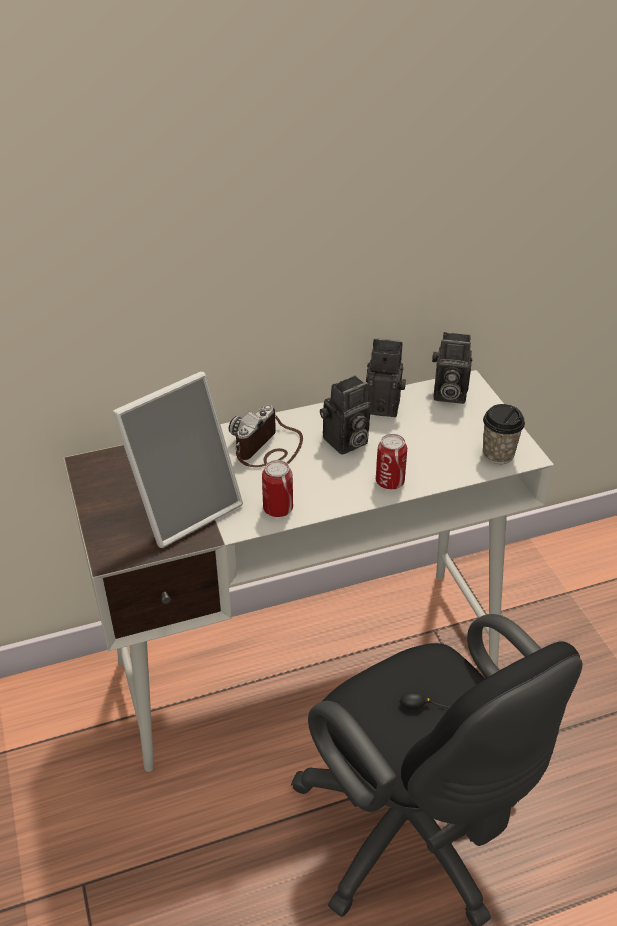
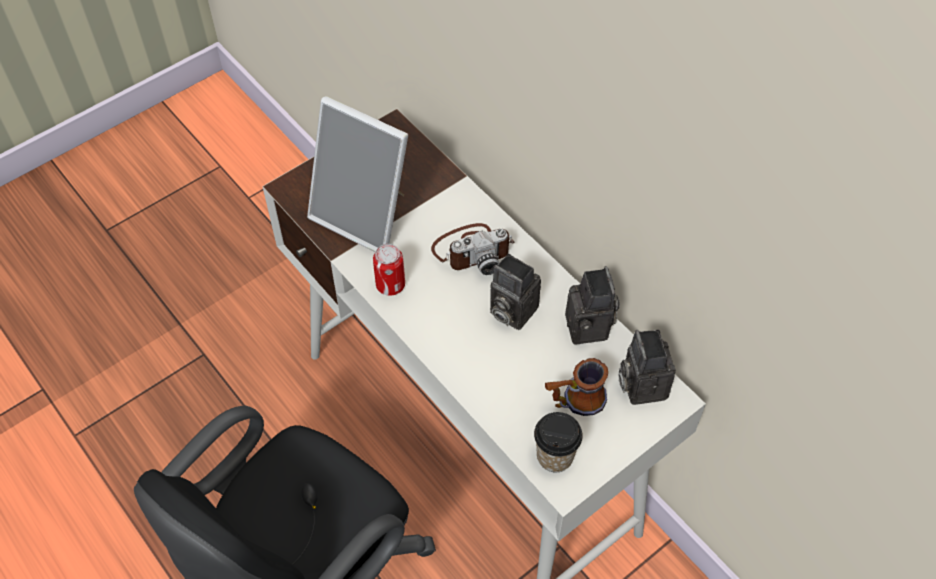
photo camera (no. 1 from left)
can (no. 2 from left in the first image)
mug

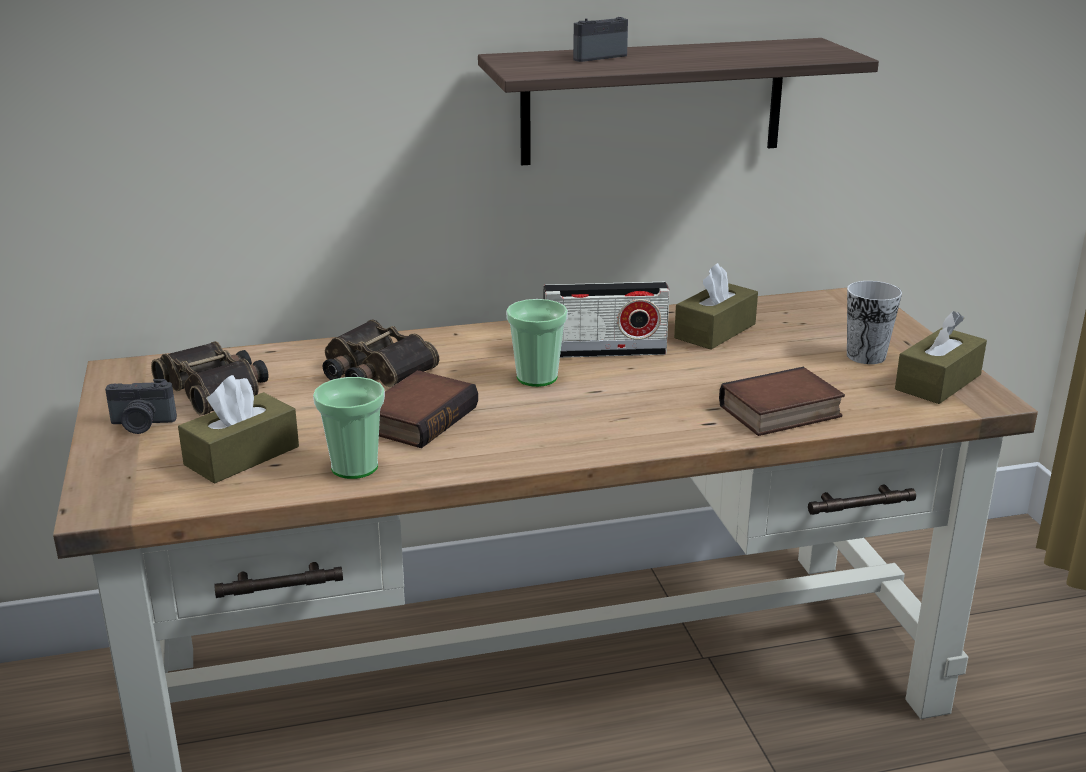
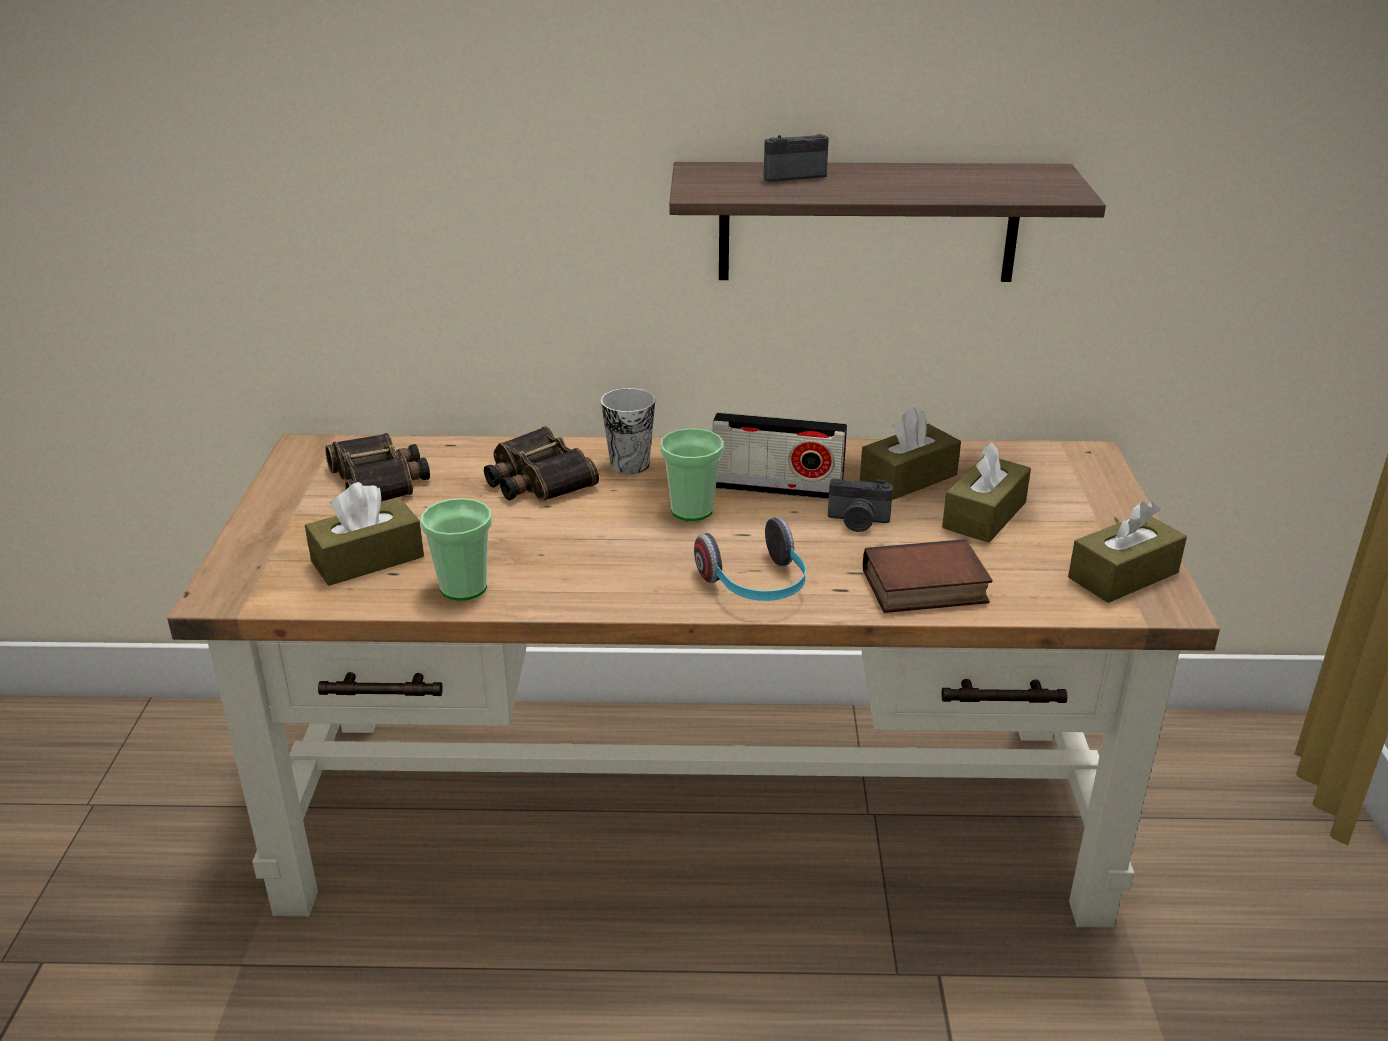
photo camera (no. 2 from left)
volume (no. 1 from left in the first image)
small cup (no. 2 from left)
pair of headphones
brown-coloured tissue box (no. 3 from left)

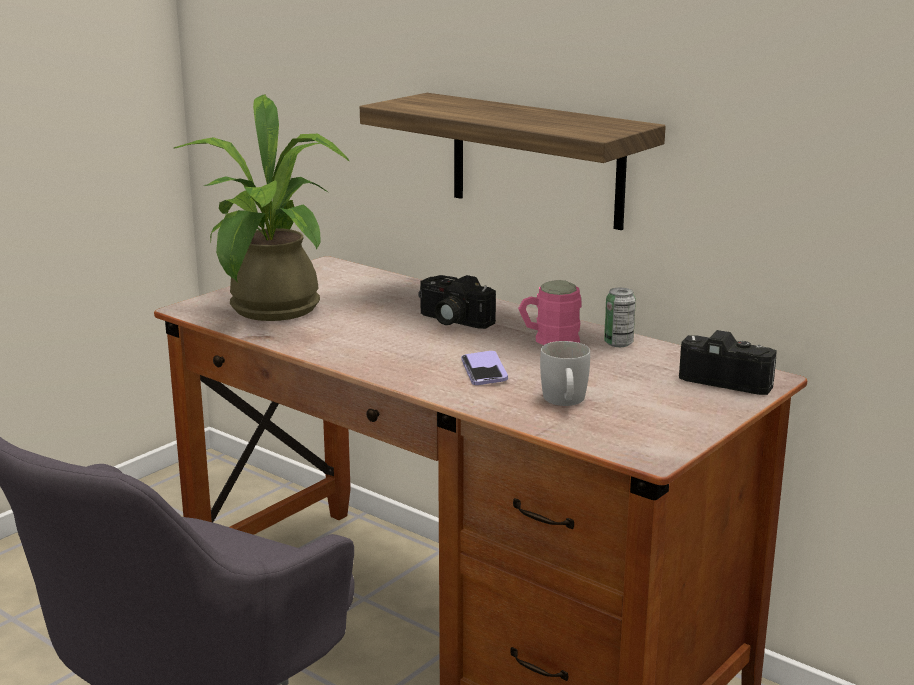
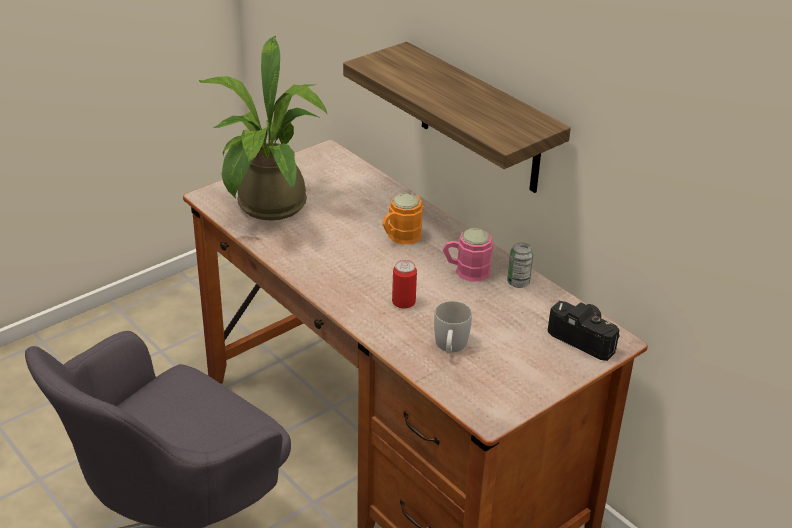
orangey mug
can (no. 1 from left)

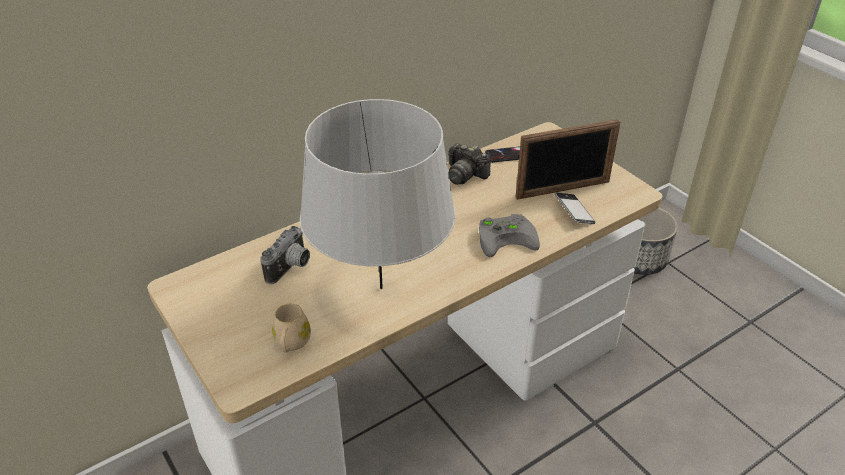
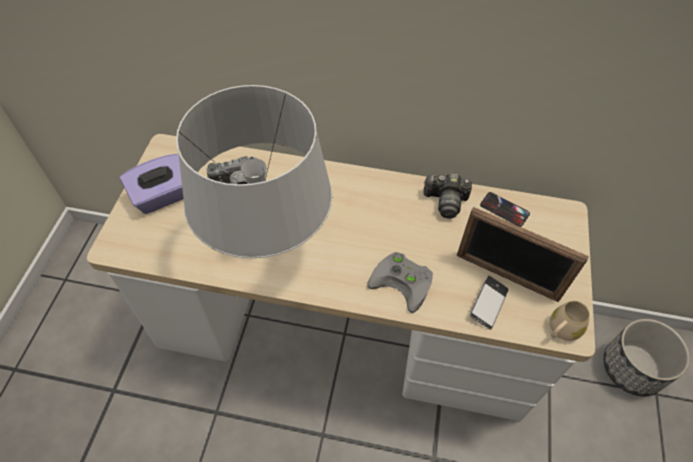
beige mug
photo camera (no. 2 from left)
purple-coloured tissue box

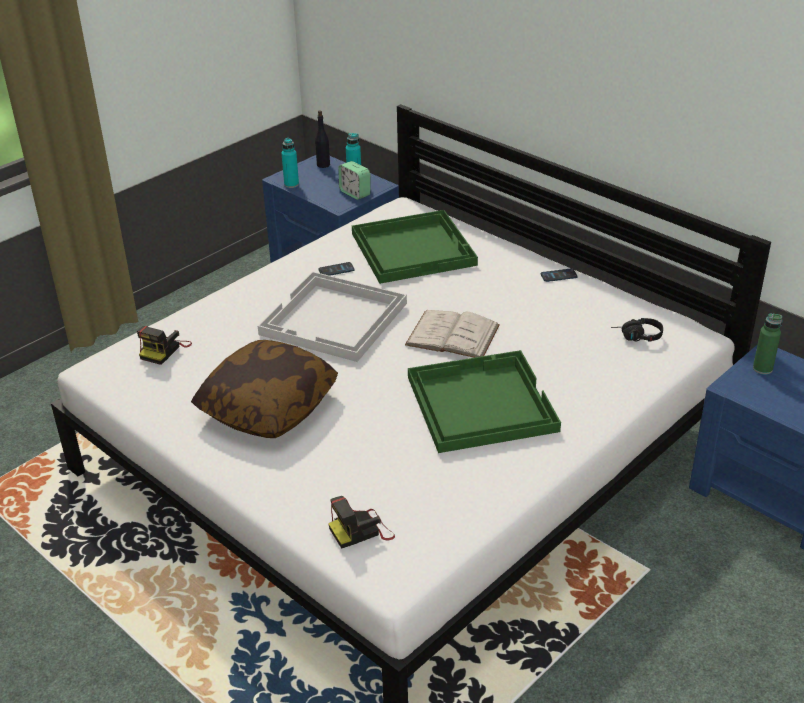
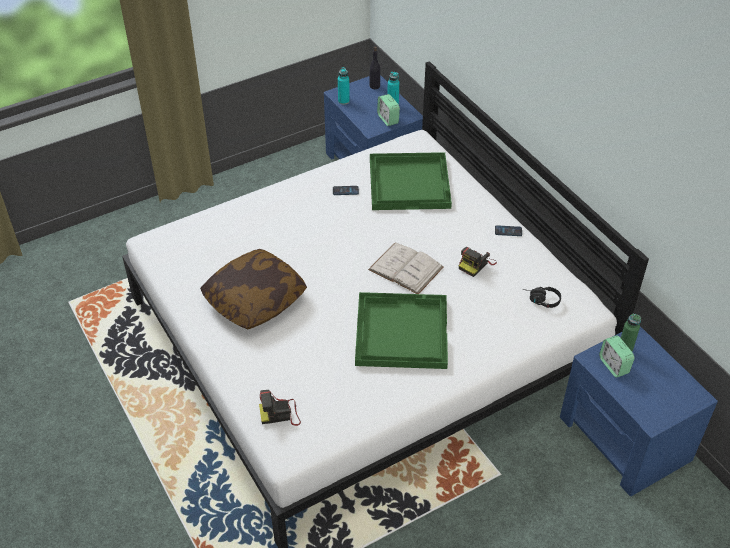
photo camera (no. 2 from left)
whitish carrying tray
table clock (no. 2 from left)

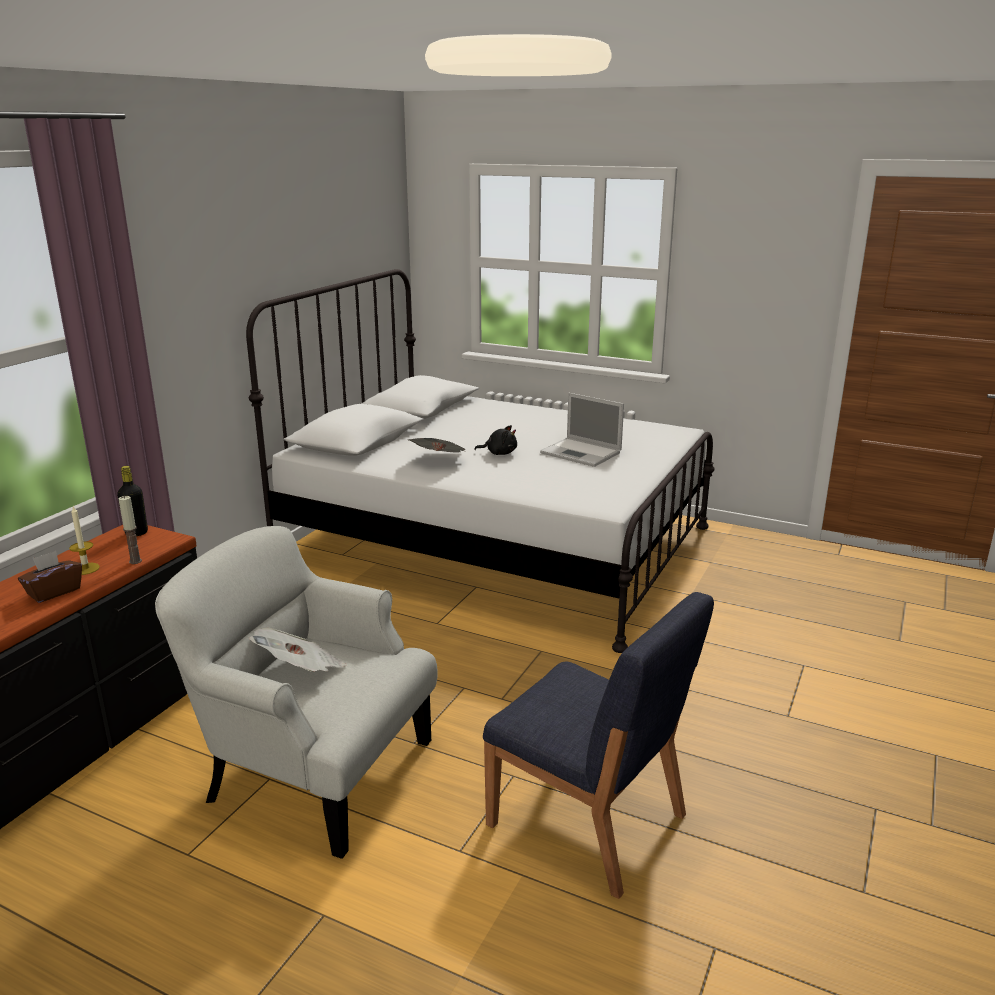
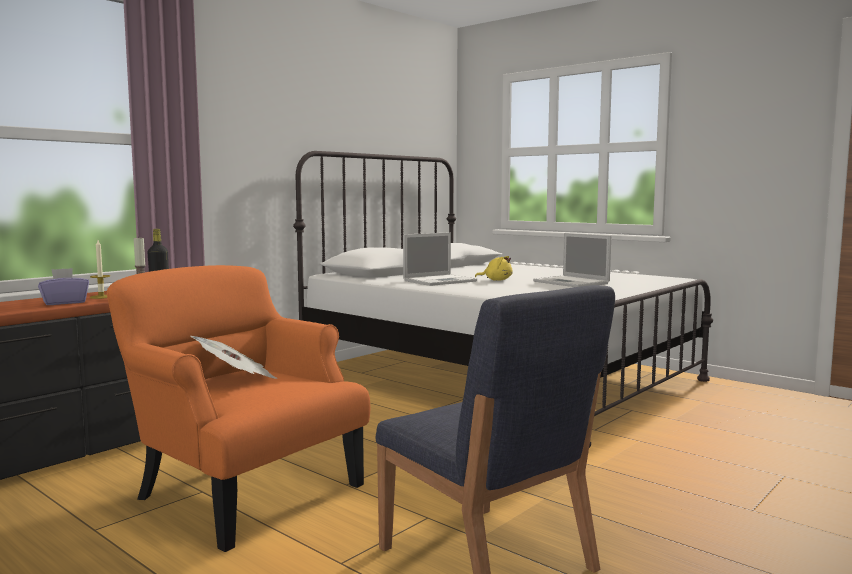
purple-coloured tissue box
orangey easy chair
notebook computer (no. 1 from left)
yellow-coloured soft toy

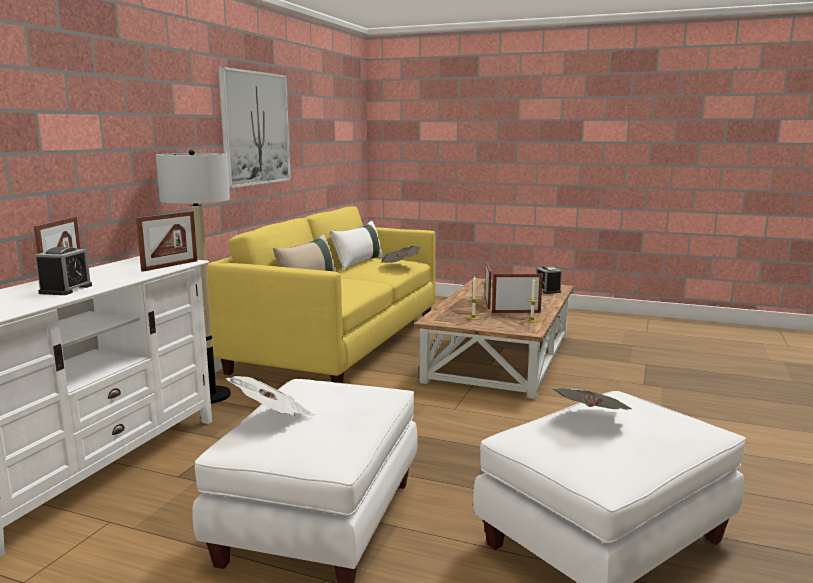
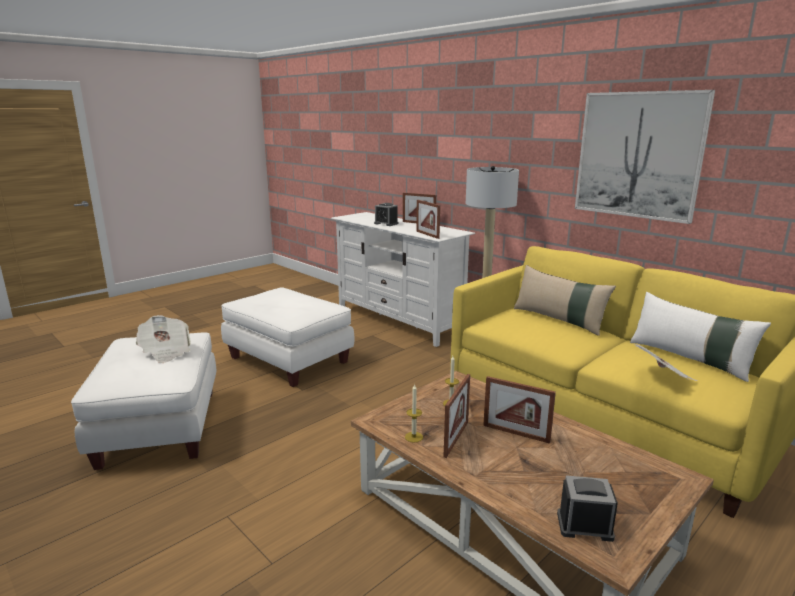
printed paper (no. 1 from left in the first image)

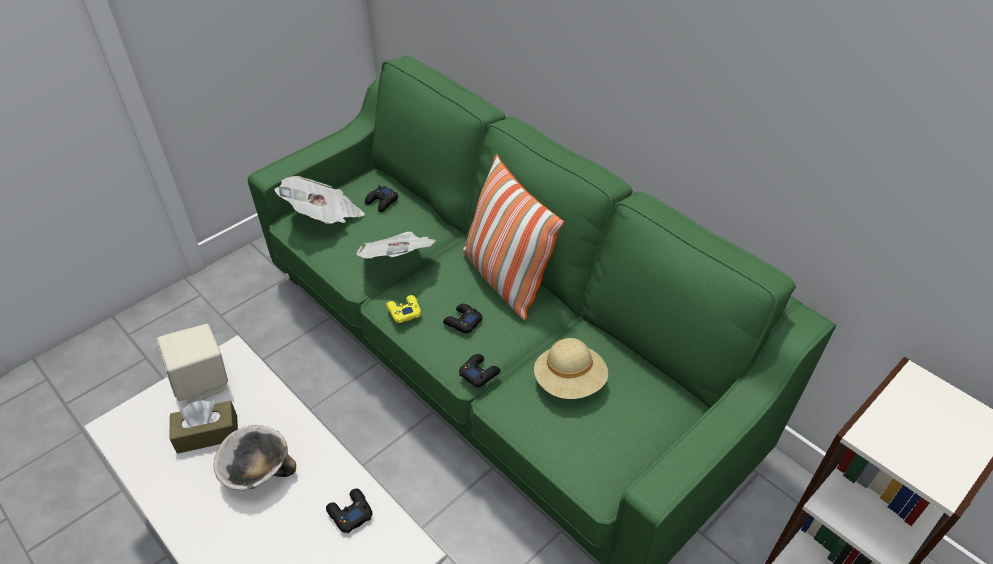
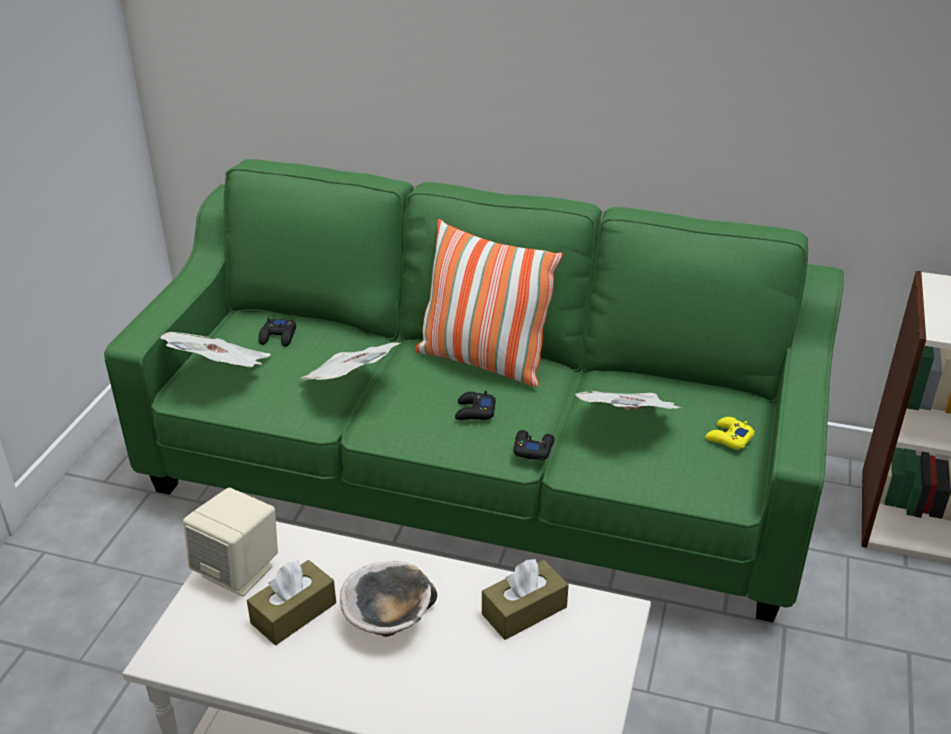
brown-coloured tissue box (no. 2 from left)
yellow-coloured gamepad
printed paper (no. 3 from left)

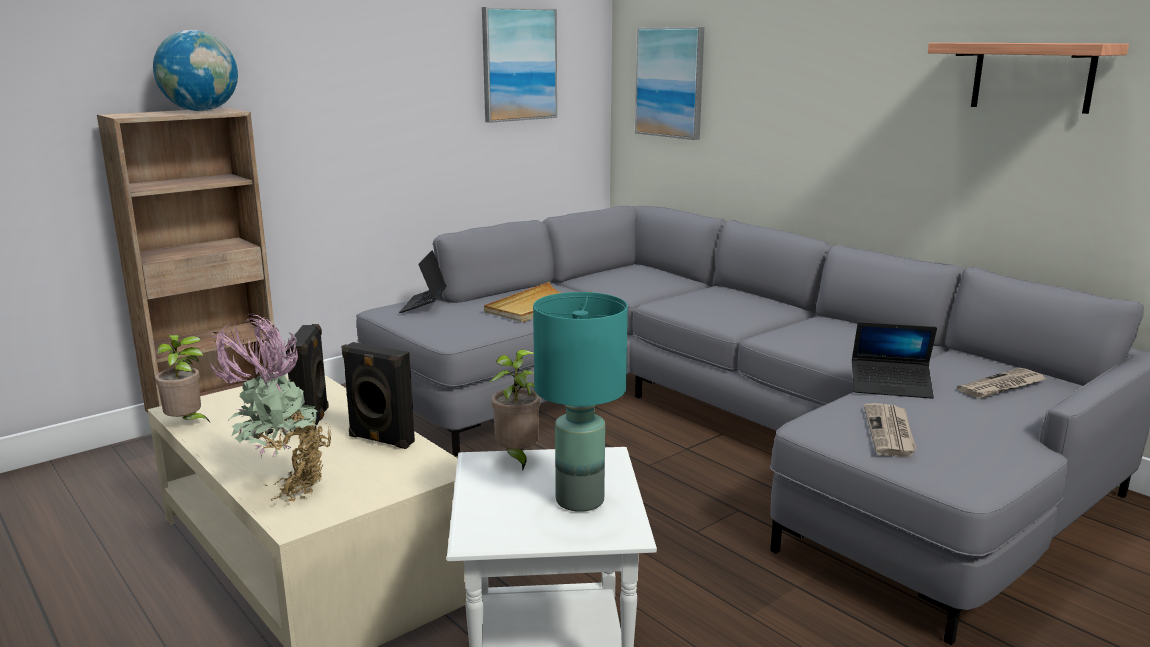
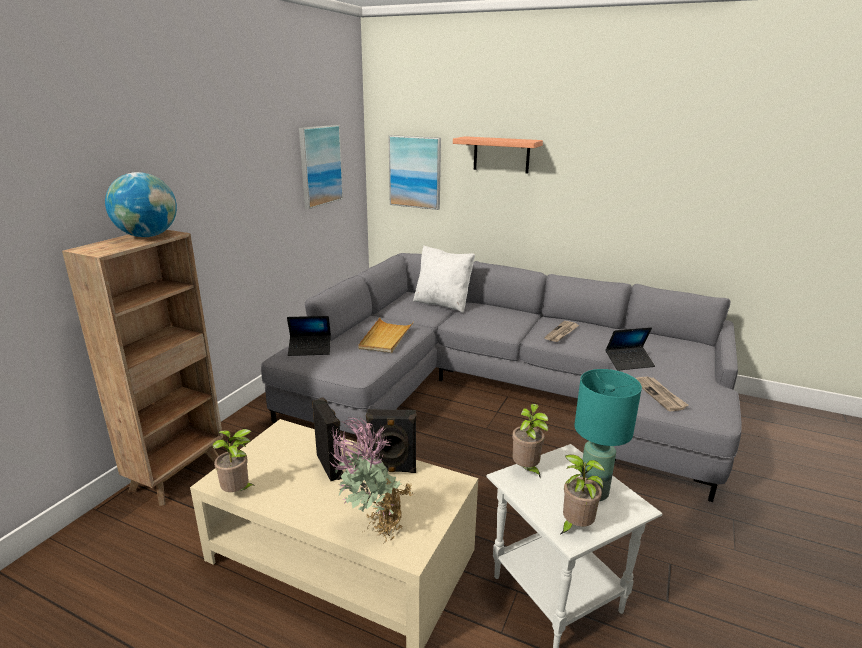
notebook computer (no. 1 from left)
shelf
printed paper (no. 1 from left)
whitish cushion
potted plant (no. 4 from left)

